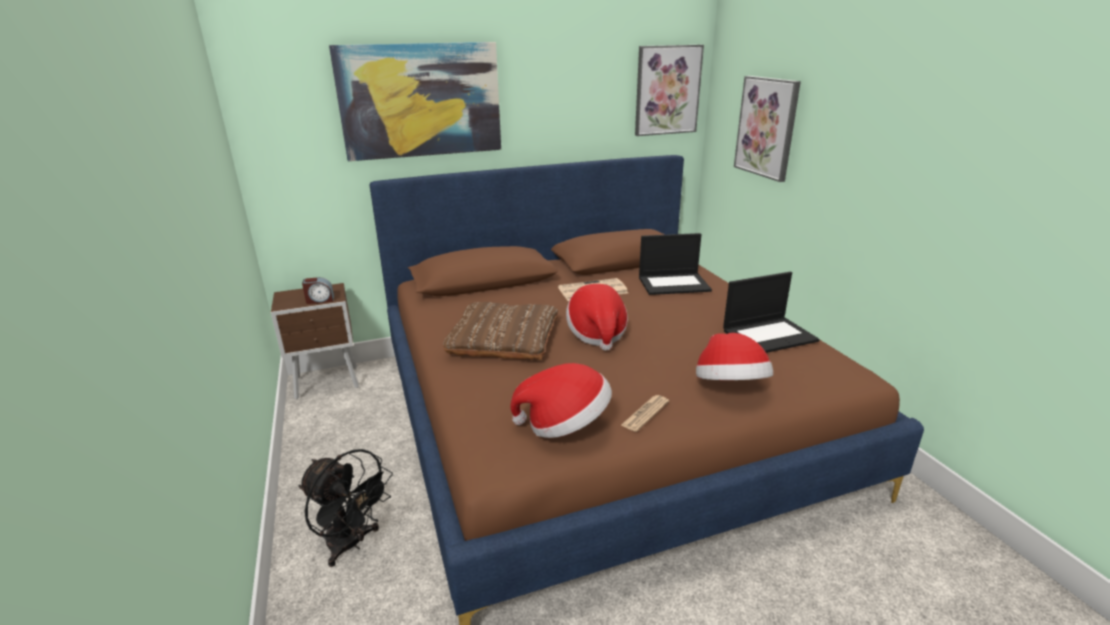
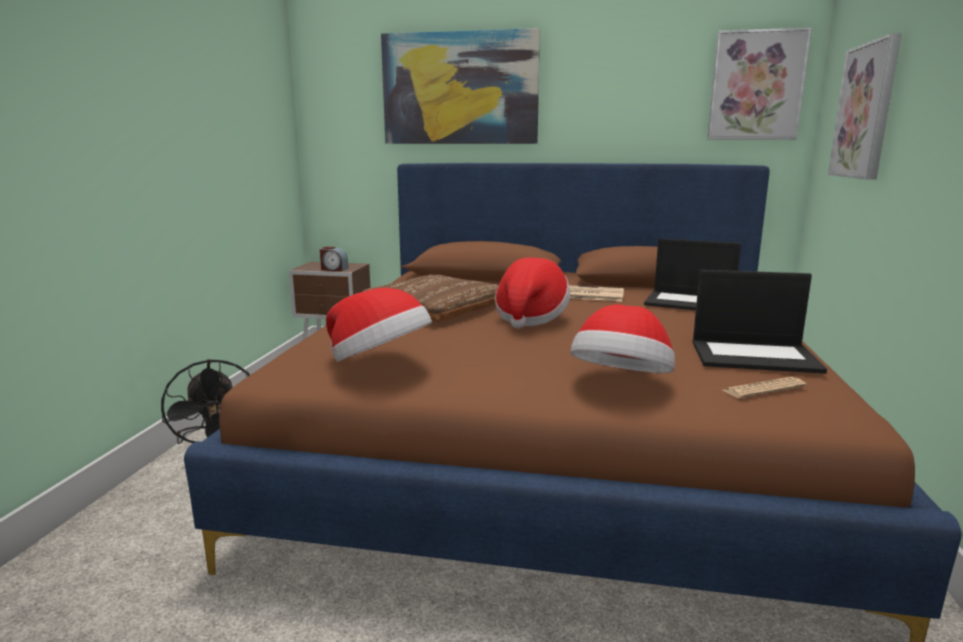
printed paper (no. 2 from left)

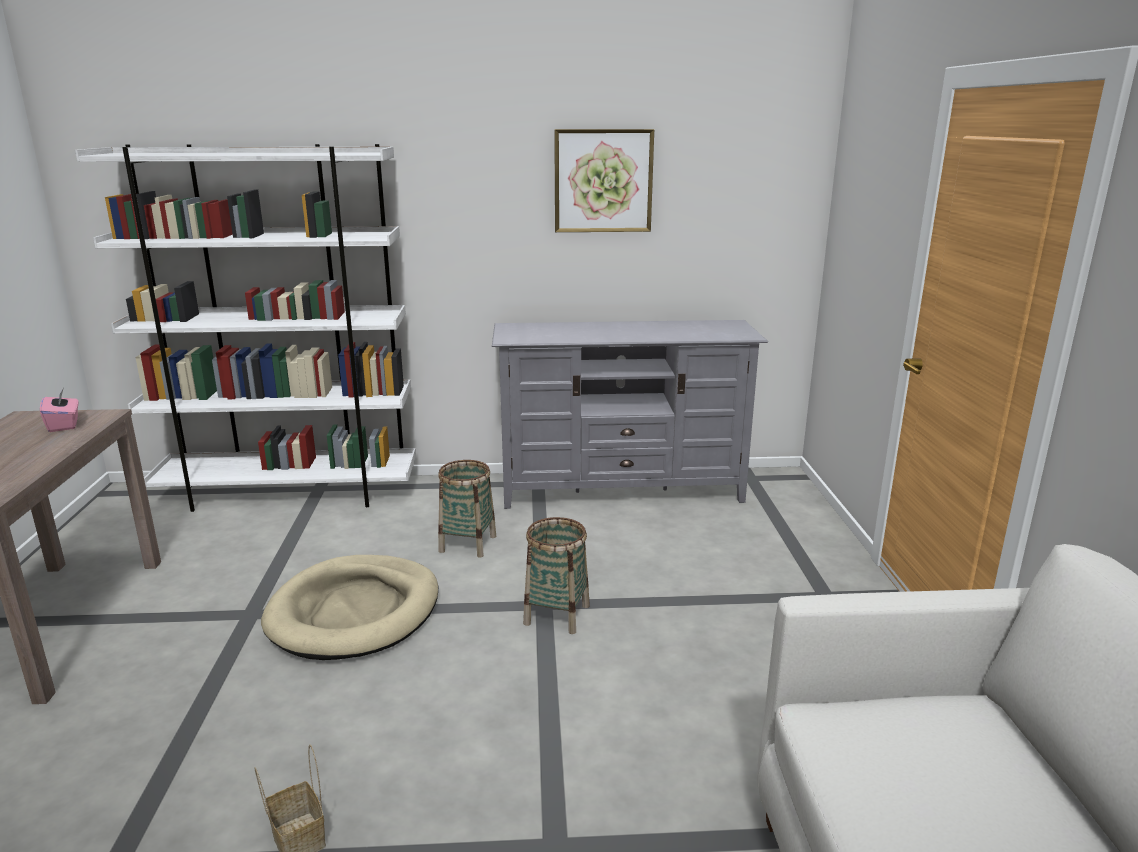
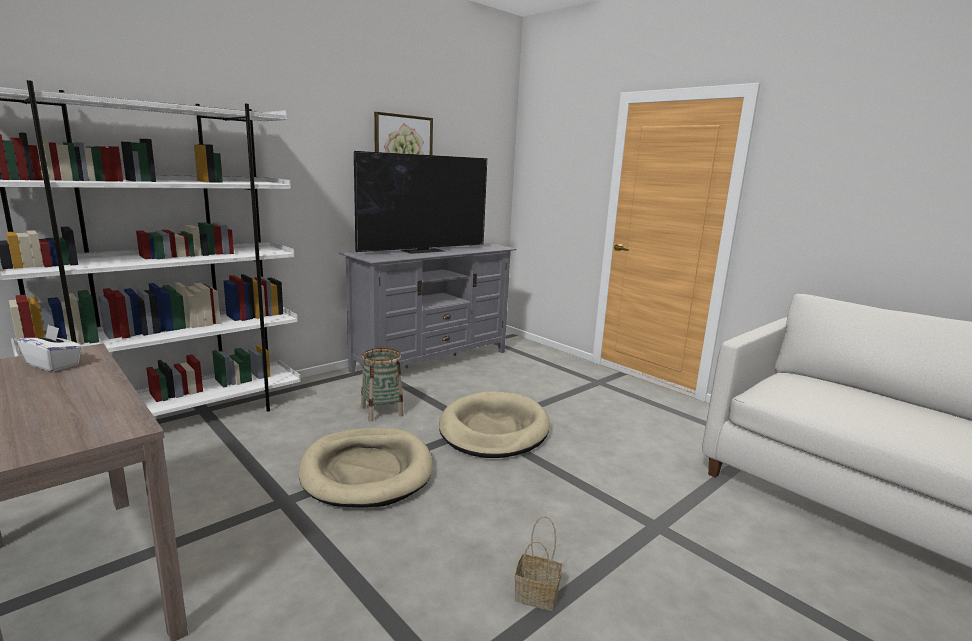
whitish tissue box
beige dog cushion (no. 2 from left)
TV set

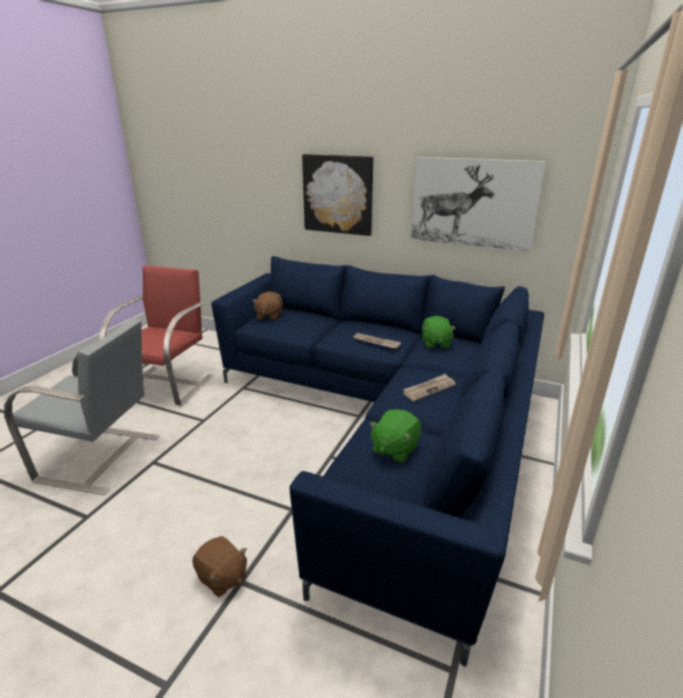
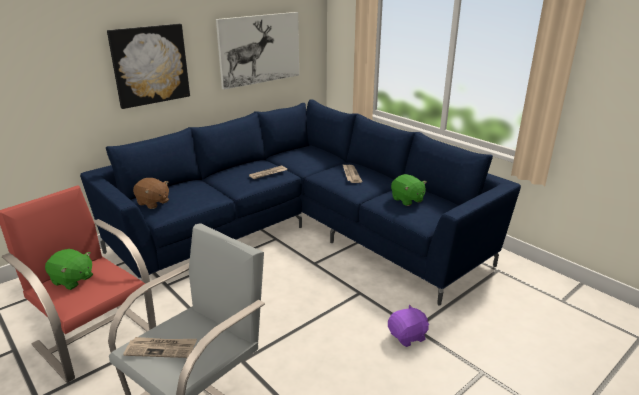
purple-coloured soft toy
green soft toy (no. 1 from left)
printed paper (no. 1 from left)

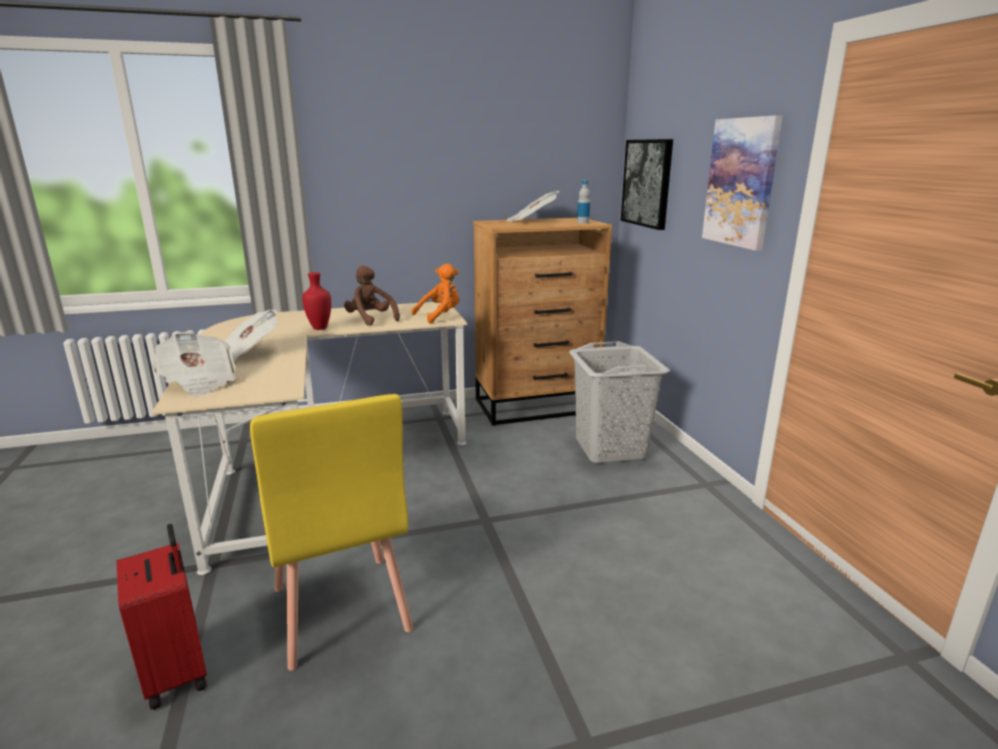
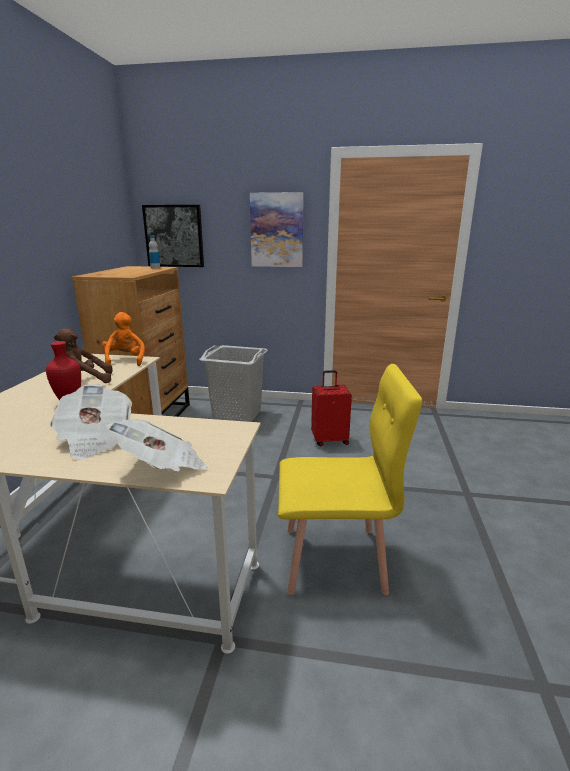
reddish travel case
printed paper (no. 3 from left in the first image)

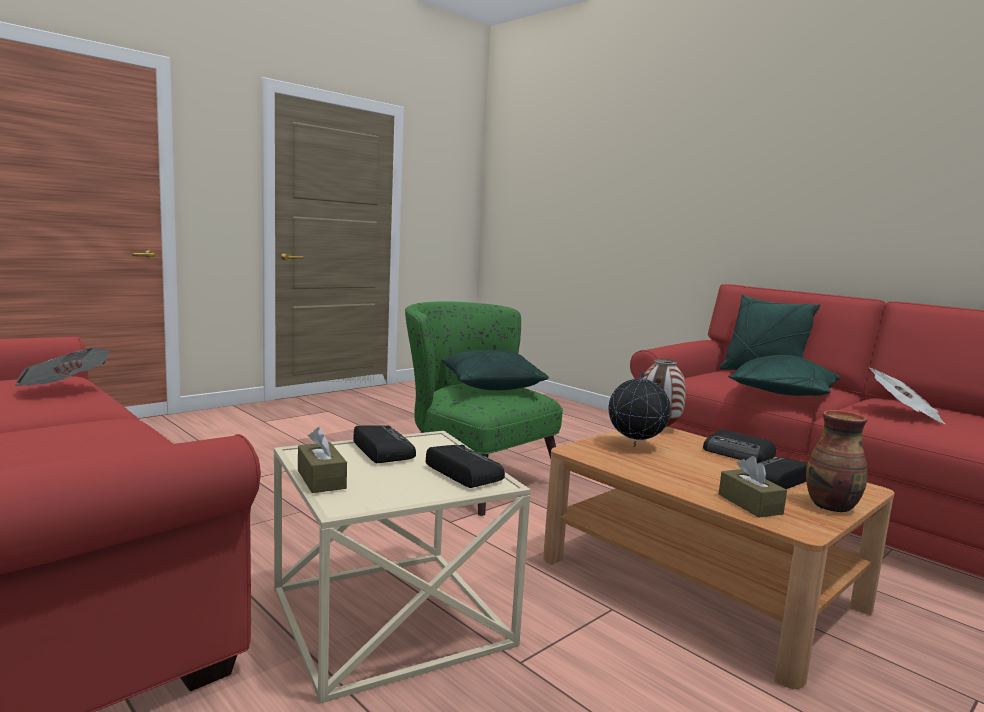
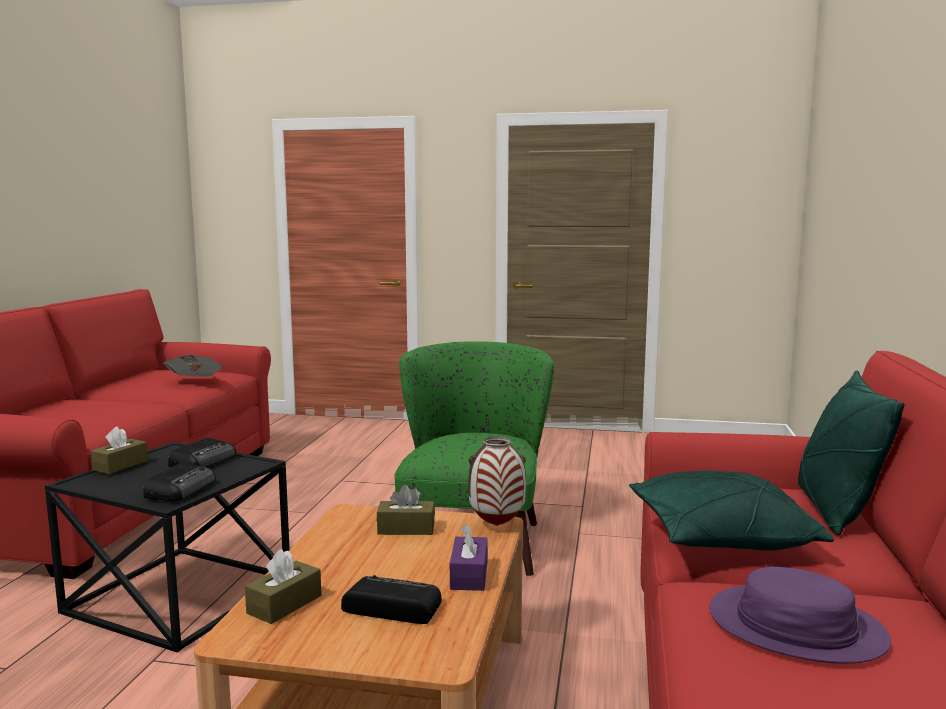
blackish end table
green cushion (no. 1 from left in the first image)
brown-coloured tissue box (no. 3 from left)
purple-coloured tissue box
flower vase (no. 2 from left in the first image)
purple-coloured hat

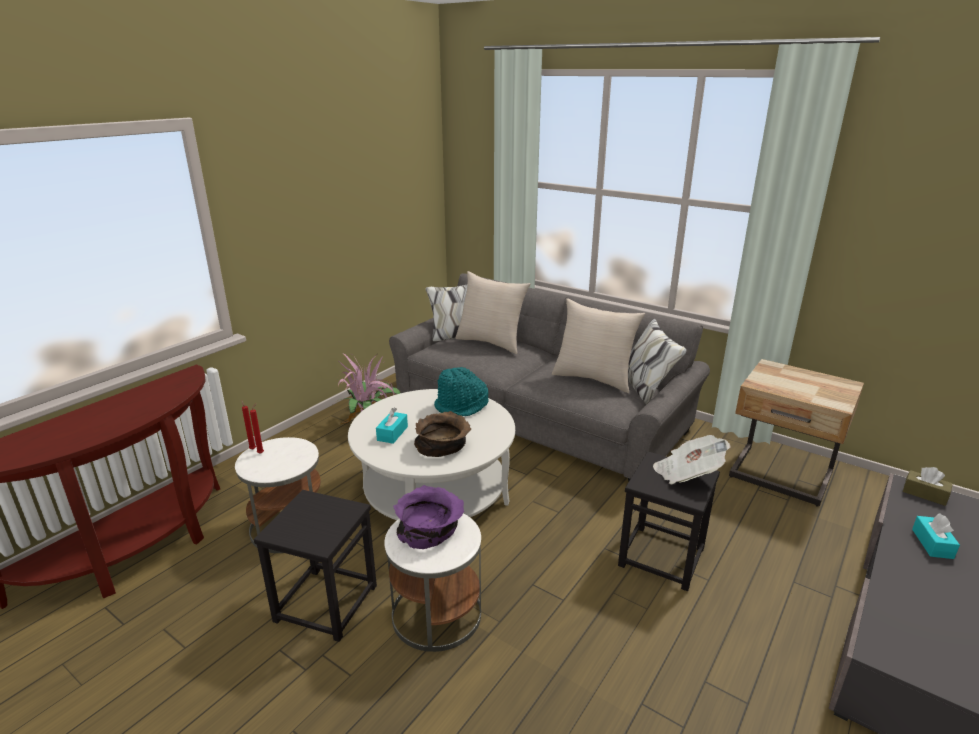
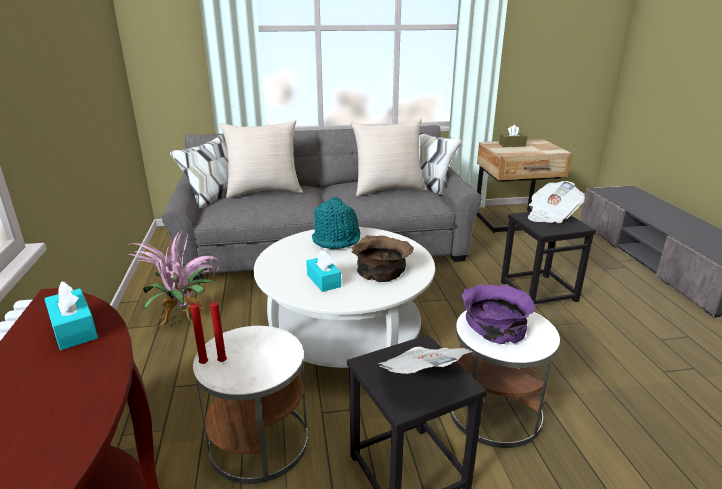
brown-coloured tissue box
turquoise tissue box (no. 1 from left)
printed paper (no. 1 from left)

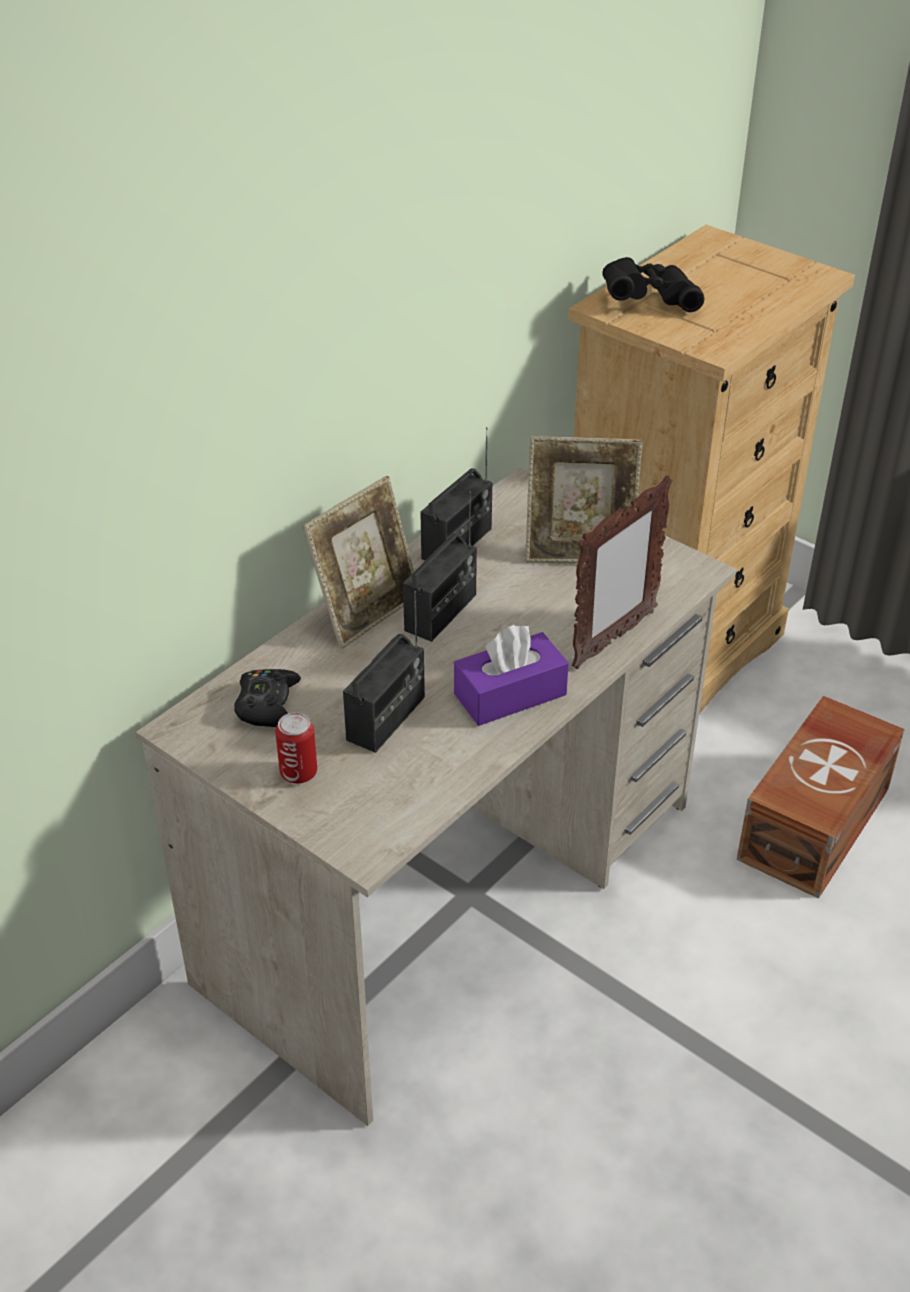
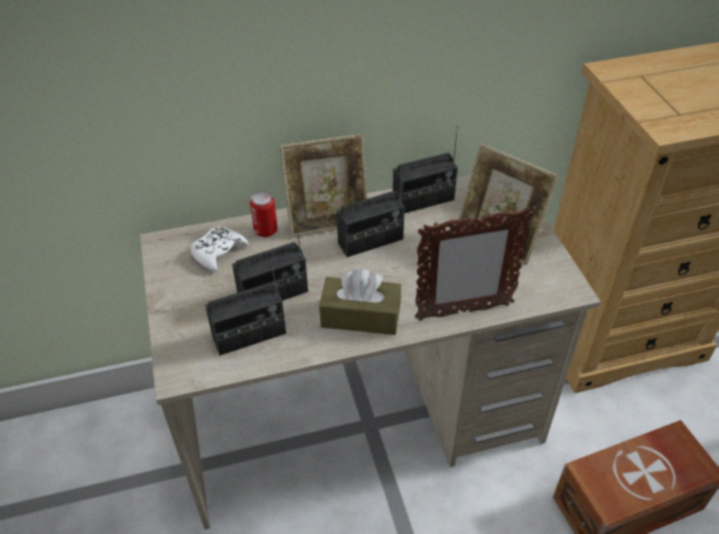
whitish gamepad
can
brown-coloured tissue box
blackish field glasses
radio receiver (no. 1 from left)

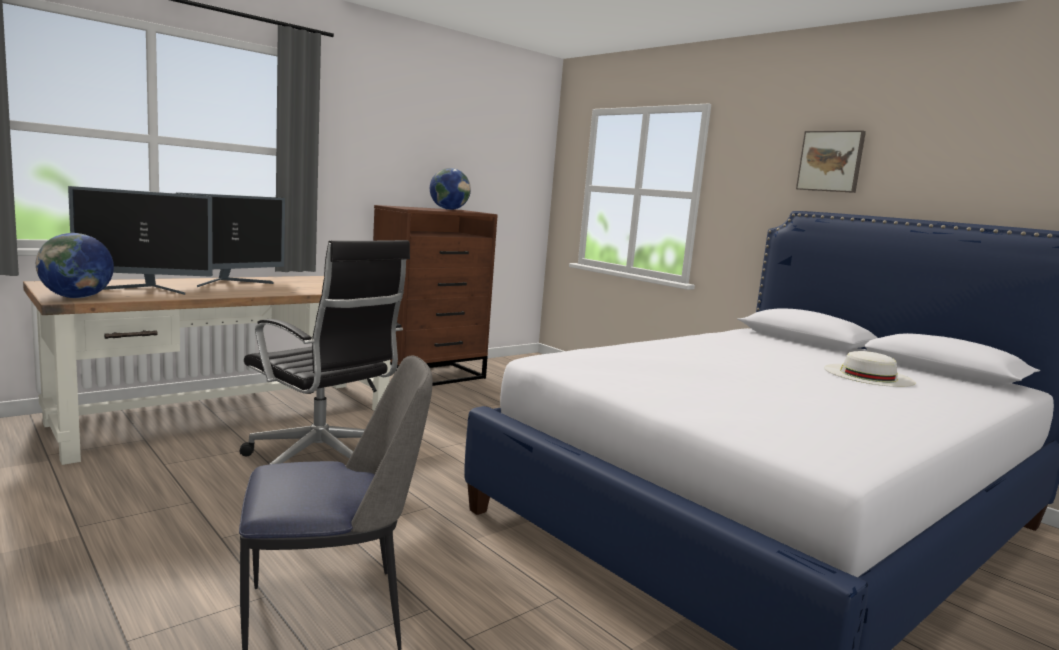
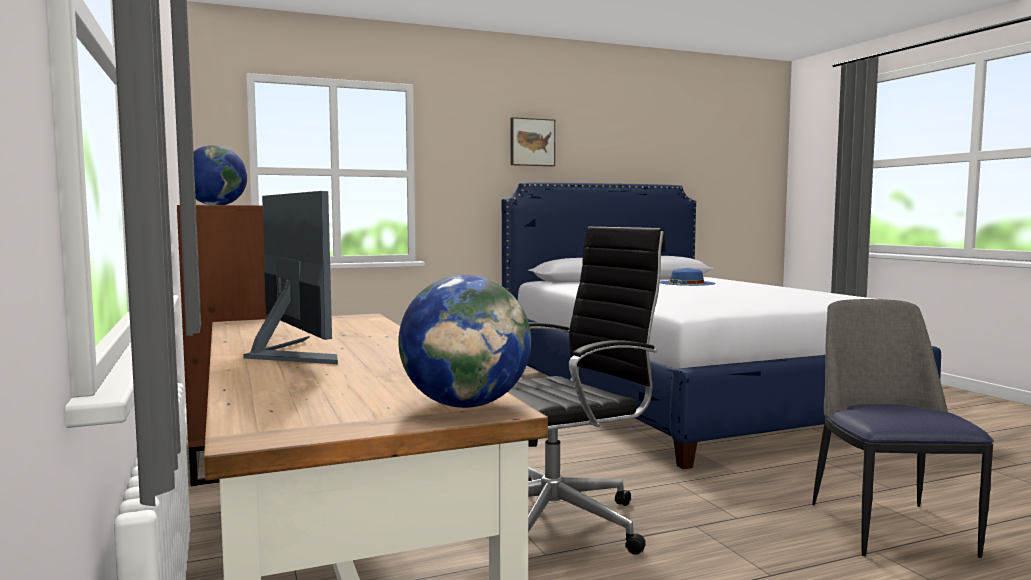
monitor (no. 1 from left in the first image)
blue hat

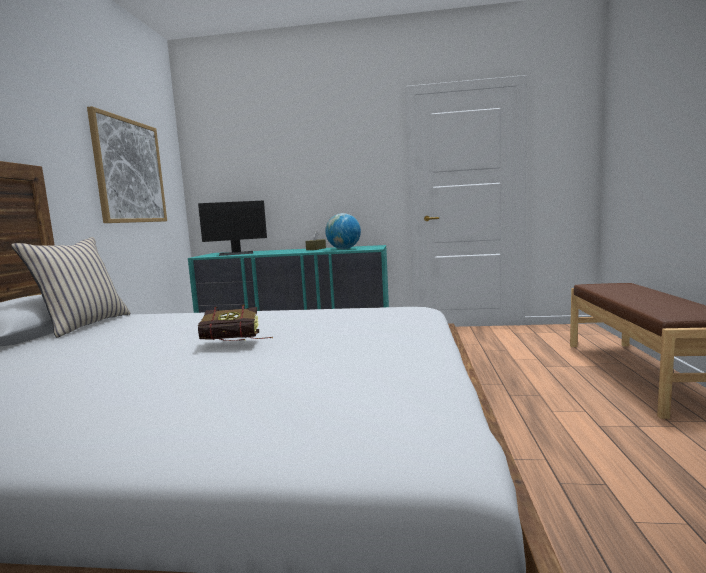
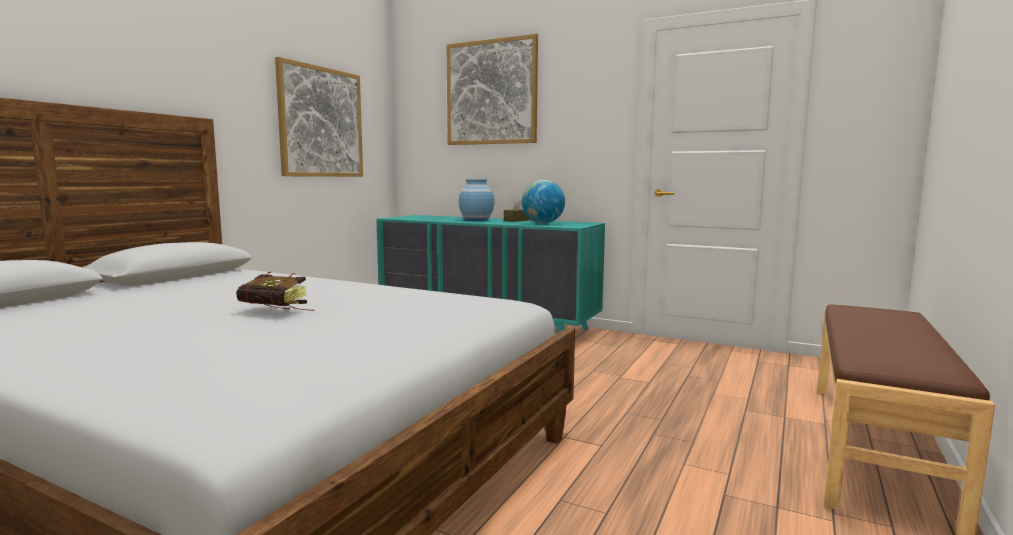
beige cushion
monitor
picture (no. 2 from left)
blue flower vase

